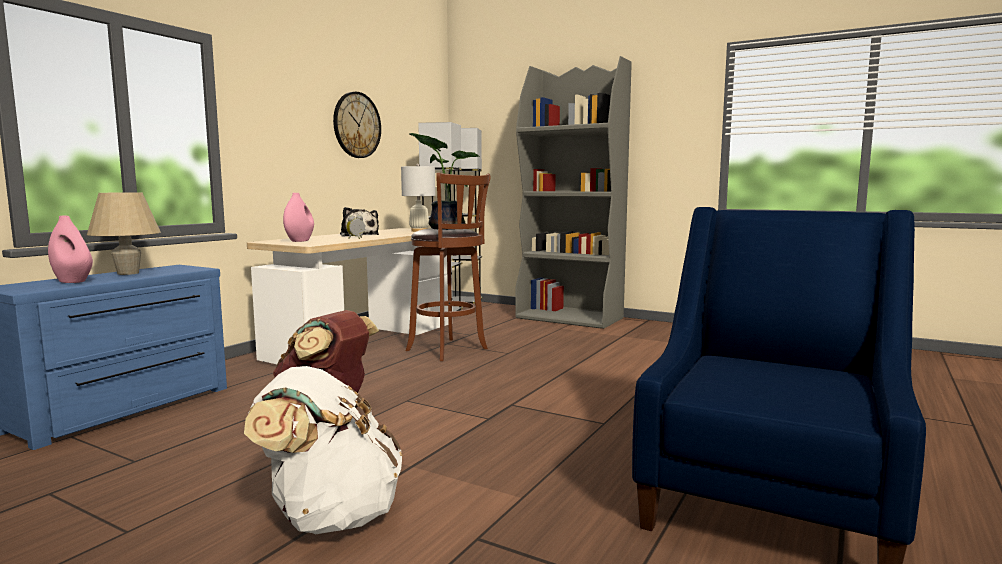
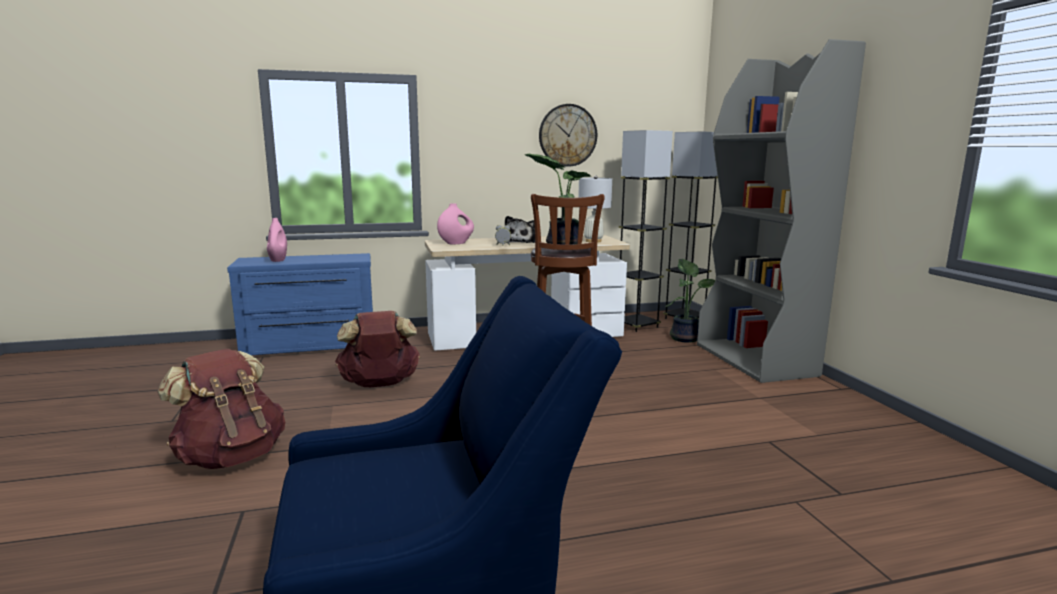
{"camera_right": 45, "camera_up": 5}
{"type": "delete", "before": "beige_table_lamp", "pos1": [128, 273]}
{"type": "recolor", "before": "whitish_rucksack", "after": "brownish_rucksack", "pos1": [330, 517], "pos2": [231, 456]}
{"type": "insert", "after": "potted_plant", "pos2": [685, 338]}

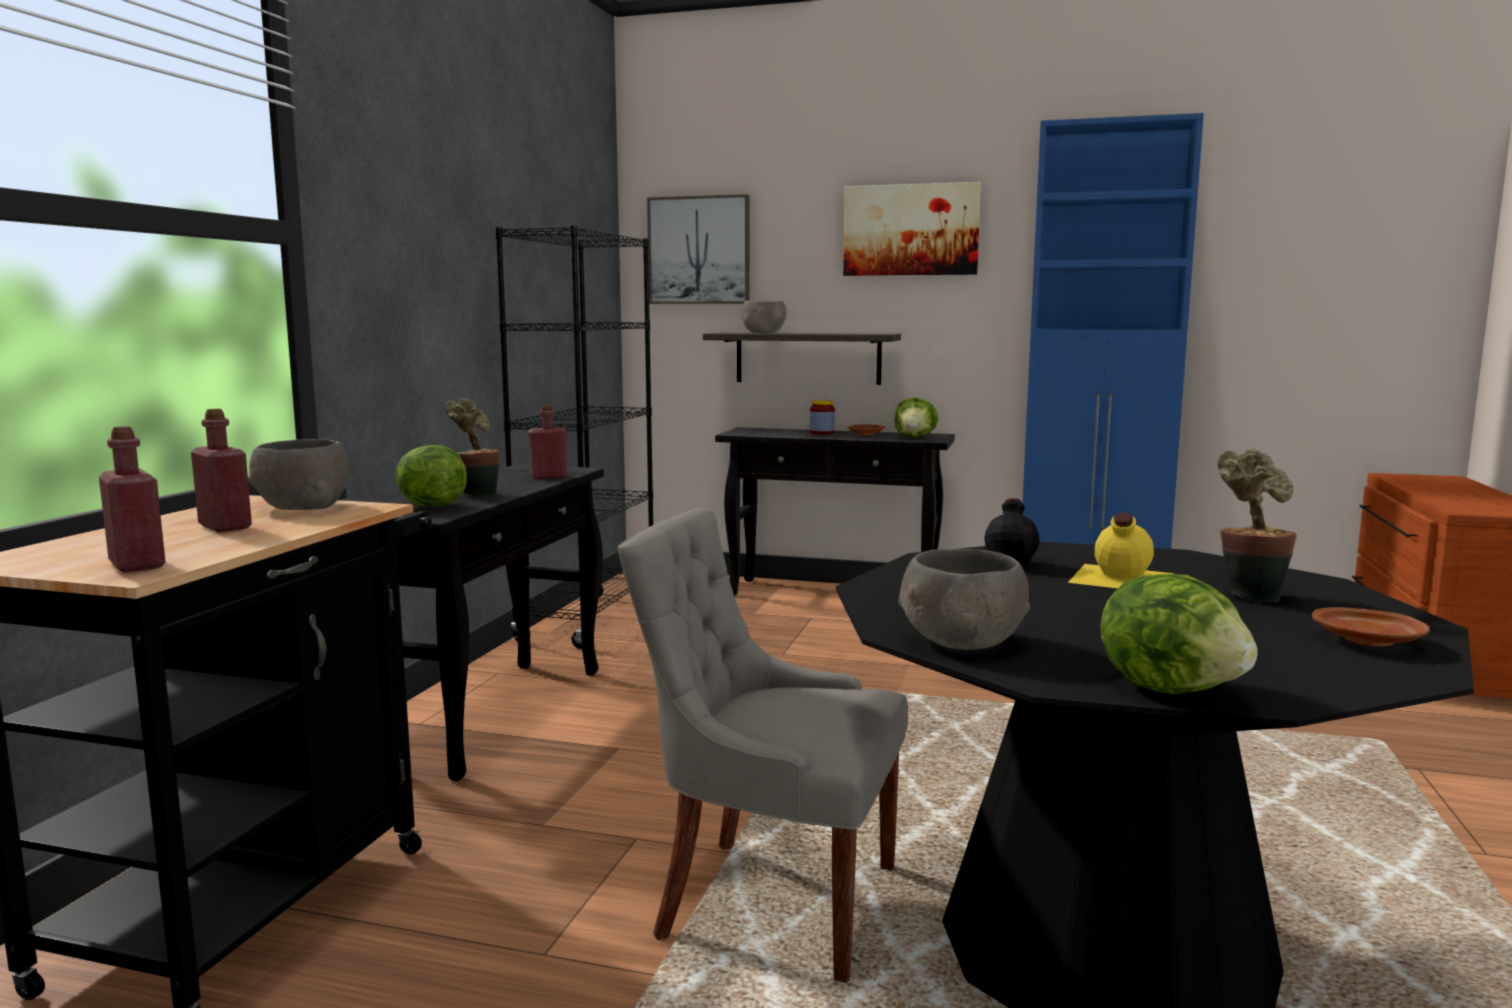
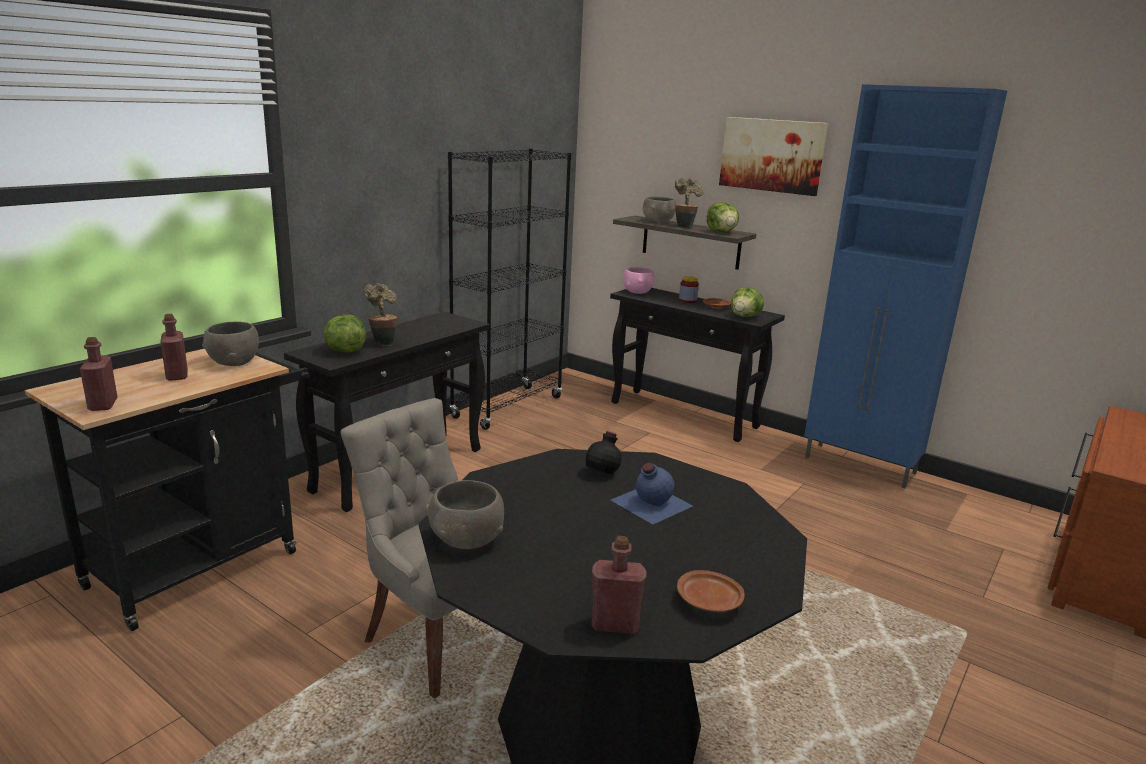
{"camera_right": 20, "camera_up": 10}
{"type": "delete", "before": "wall_art", "pos1": [699, 250]}
{"type": "move", "before": "red-coloured_beverage_bottle", "pos1": [549, 476], "pos2": [615, 624]}
{"type": "move", "before": "potted_plant", "pos1": [1249, 595], "pos2": [684, 227]}
{"type": "recolor", "before": "yellow-coloured_beverage_bottle", "after": "bluish_beverage_bottle", "pos1": [1119, 578], "pos2": [650, 502]}
{"type": "move", "before": "lettuce", "pos1": [1172, 688], "pos2": [721, 232]}
{"type": "insert", "after": "pink-coloured_deep_dish", "pos2": [638, 292]}

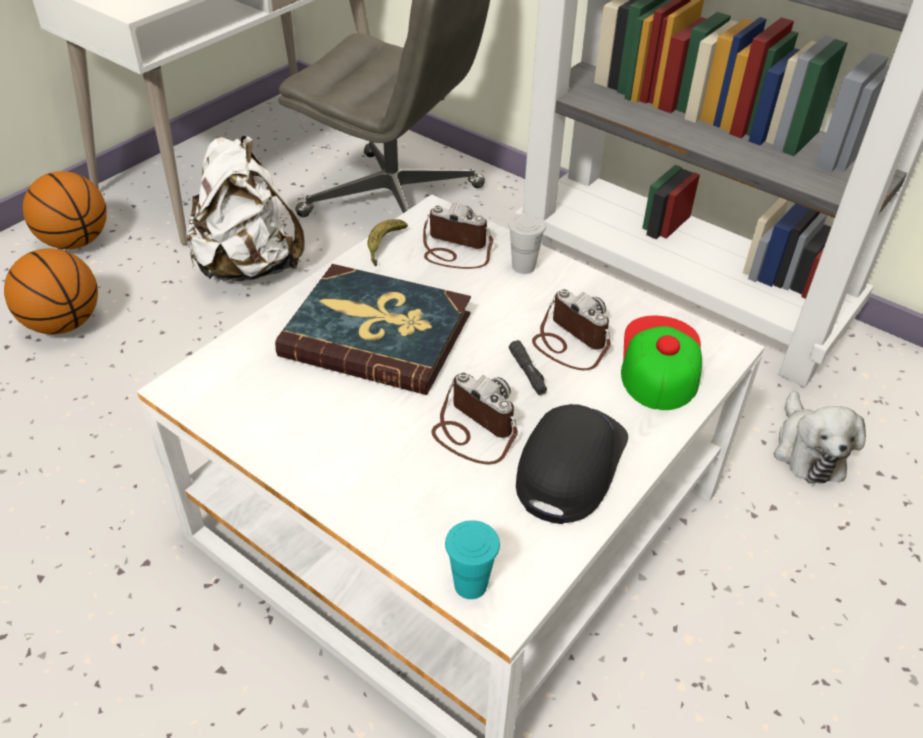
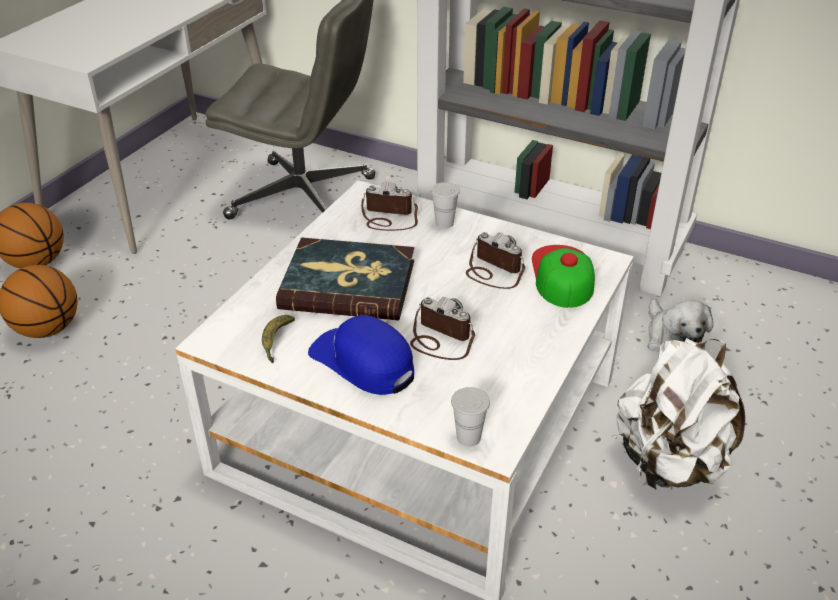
{"camera_right": -10, "camera_up": -5}
{"type": "move", "before": "whitish_rucksack", "pos1": [248, 266], "pos2": [669, 462]}
{"type": "move", "before": "banana", "pos1": [384, 246], "pos2": [276, 342]}
{"type": "delete", "before": "blackish_hand_torch", "pos1": [528, 372]}
{"type": "delete", "before": "blackish_baseball_cap", "pos1": [570, 464]}
{"type": "recolor", "before": "blue-green_drinking_cup", "after": "whitish_drinking_cup", "pos1": [470, 585], "pos2": [468, 437]}
{"type": "insert", "after": "bluish_baseball_cap", "pos2": [363, 362]}

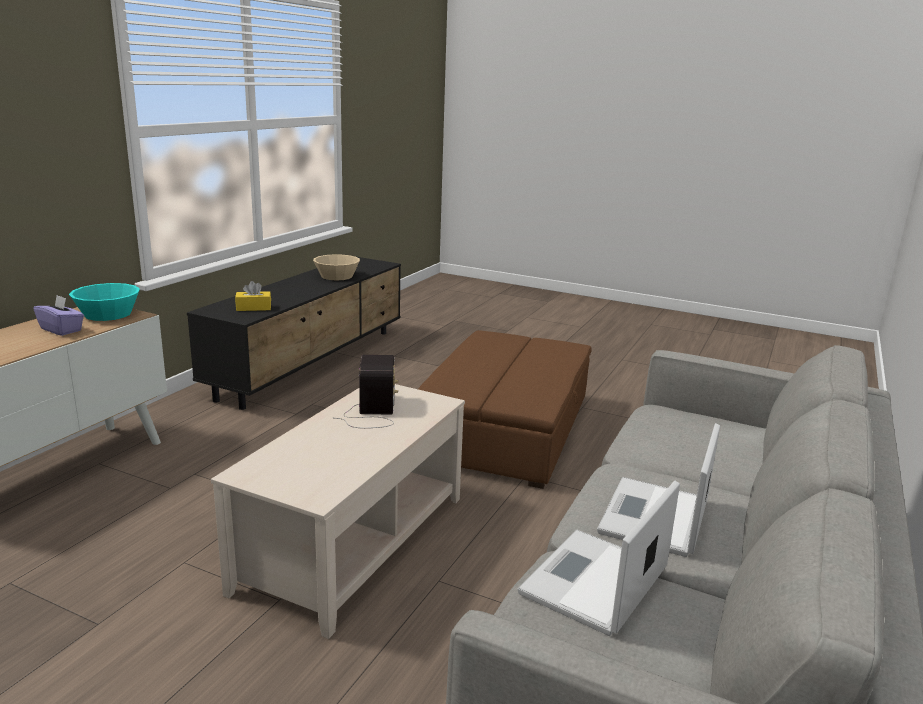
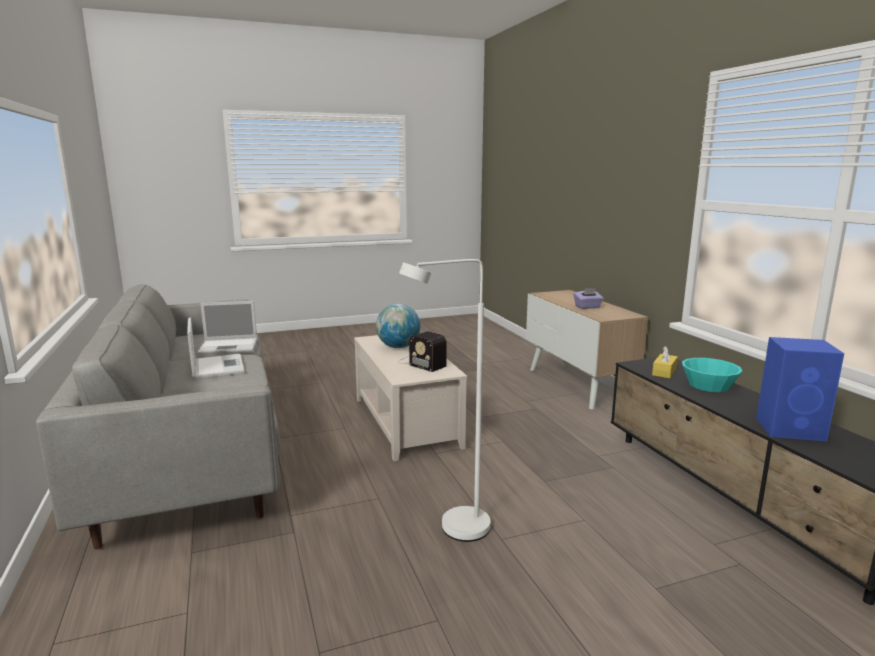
{"camera_right": 135, "camera_up": -5}
{"type": "replace", "before": "beige_deep_dish", "after": "bluish_speaker", "pos1": [336, 276], "pos2": [791, 429]}
{"type": "move", "before": "blue-green_deep_dish", "pos1": [108, 314], "pos2": [708, 385]}
{"type": "replace", "before": "brownish_footrest", "after": "whitish_standard_lamp", "pos1": [506, 430], "pos2": [453, 531]}
{"type": "rotate", "before": "portable_computer", "pos1": [593, 583], "pos2": [229, 346], "turn": 90}
{"type": "insert", "after": "world_globe", "pos2": [398, 347]}

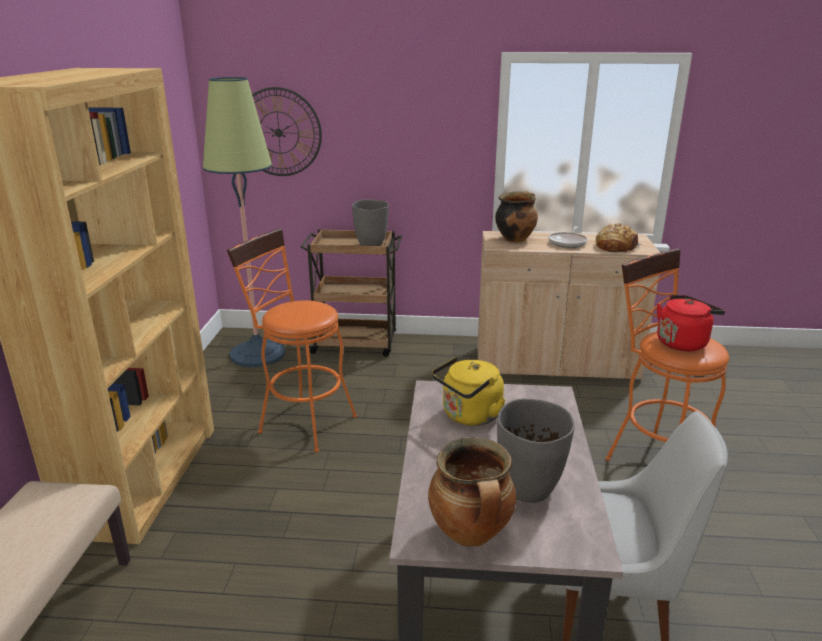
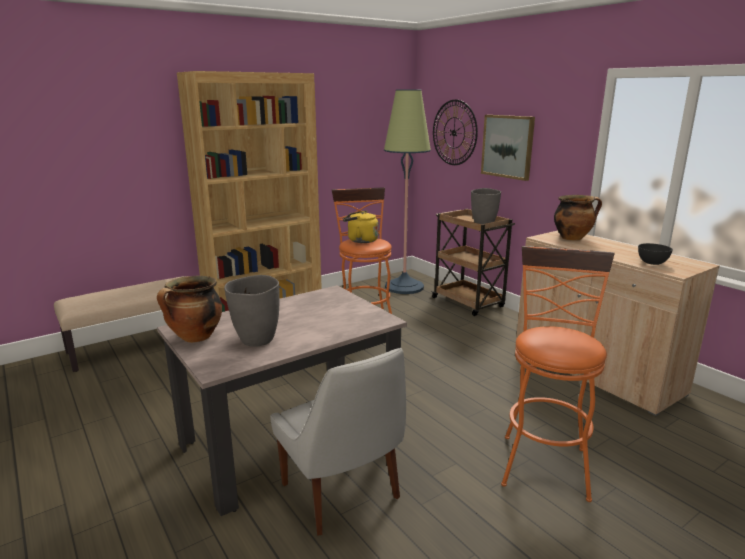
{"camera_right": 50, "camera_up": -5}
{"type": "replace", "before": "bakery_bread", "after": "gray_deep_dish", "pos1": [615, 246], "pos2": [652, 263]}
{"type": "delete", "before": "skillet", "pos1": [568, 242]}
{"type": "delete", "before": "red-coloured_tea_kettle", "pos1": [683, 342]}
{"type": "move", "before": "yellow-coloured_tea_kettle", "pos1": [469, 416], "pos2": [360, 240]}
{"type": "insert", "after": "wall_art", "pos2": [507, 146]}

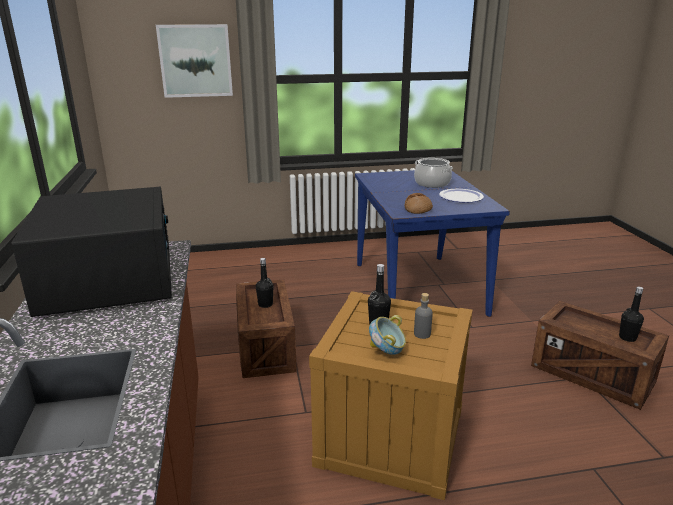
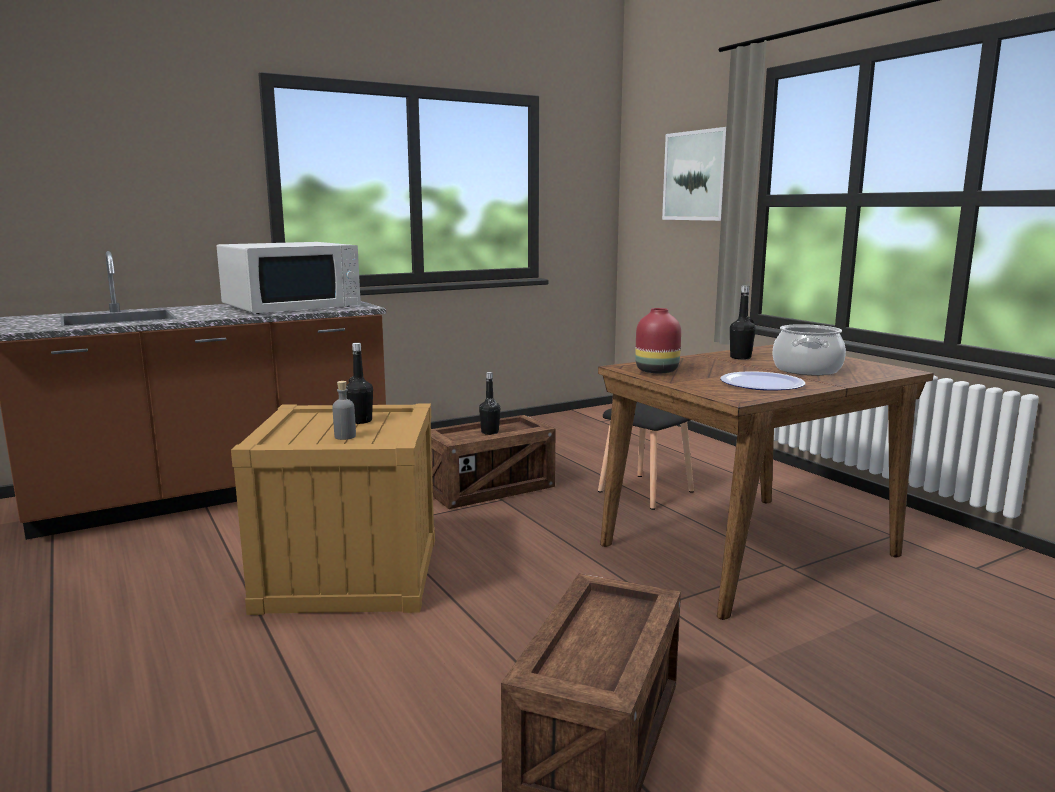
{"camera_right": 70, "camera_up": -10}
{"type": "recolor", "before": "bluish_dining_table", "after": "brownish_dining_table", "pos1": [417, 287], "pos2": [750, 549]}
{"type": "recolor", "before": "blackish_kitchen_microwave", "after": "whitish_kitchen_microwave", "pos1": [110, 279], "pos2": [292, 306]}
{"type": "replace", "before": "bakery_bread", "after": "red-coloured_flower_vase", "pos1": [418, 209], "pos2": [656, 371]}
{"type": "move", "before": "blackish_beverage_bottle", "pos1": [627, 337], "pos2": [740, 357]}
{"type": "delete", "before": "deep_dish", "pos1": [387, 352]}
{"type": "insert", "after": "blackish_stool_seat", "pos2": [646, 491]}

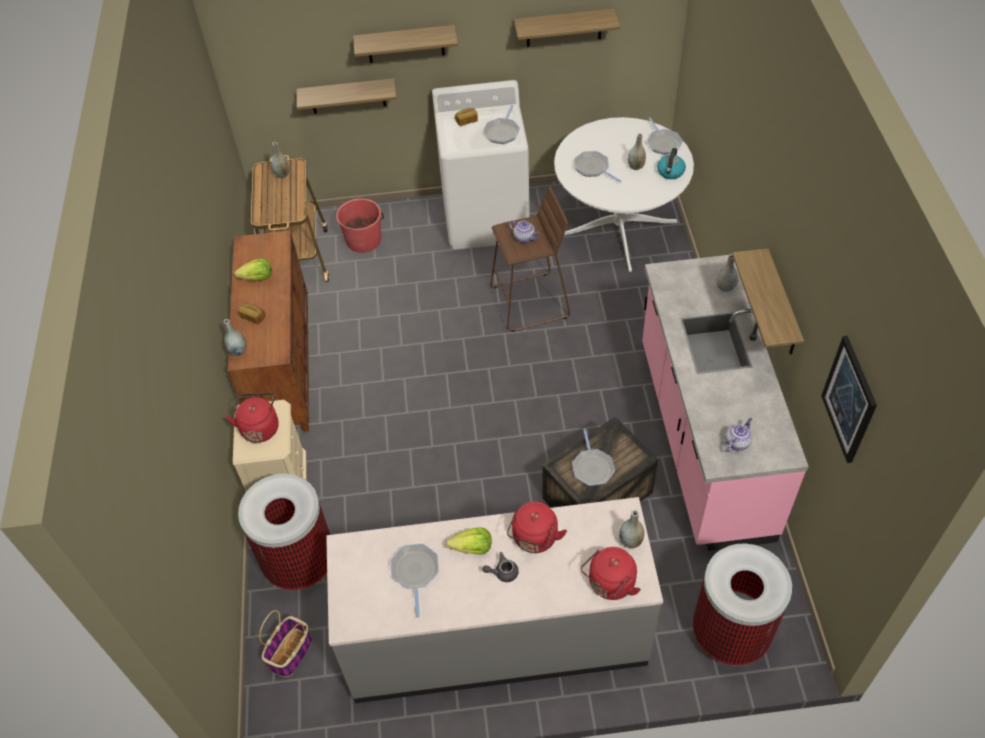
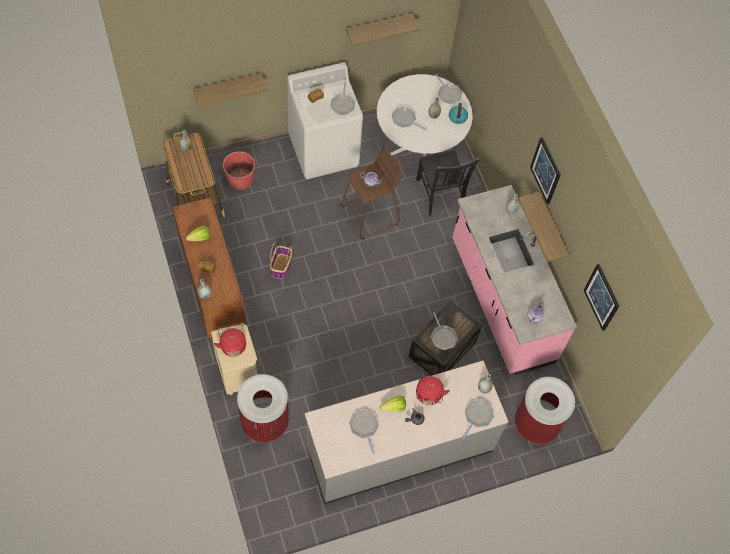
{"camera_right": -20, "camera_up": 10}
{"type": "delete", "before": "shelf", "pos1": [405, 44]}
{"type": "replace", "before": "red-coloured_tea_kettle", "after": "skillet", "pos1": [610, 585], "pos2": [477, 416]}
{"type": "move", "before": "storage_basket", "pos1": [290, 654], "pos2": [281, 267]}
{"type": "insert", "after": "wall_art", "pos2": [546, 170]}
{"type": "insert", "after": "blackish_chair", "pos2": [440, 195]}

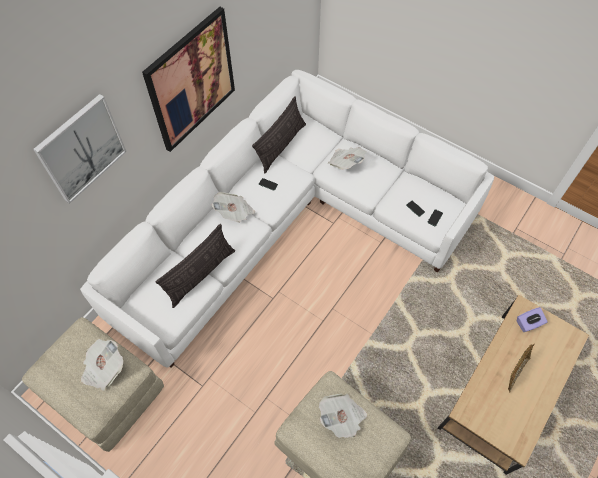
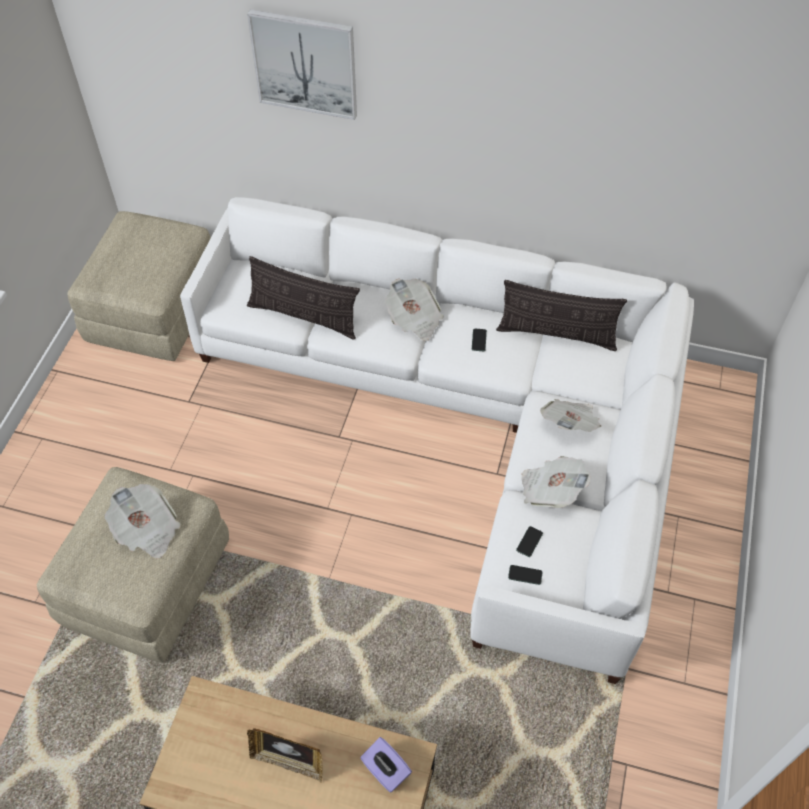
{"camera_right": 70, "camera_up": -5}
{"type": "delete", "before": "wall_art", "pos1": [191, 81]}
{"type": "move", "before": "daily_paper", "pos1": [104, 369], "pos2": [550, 490]}

